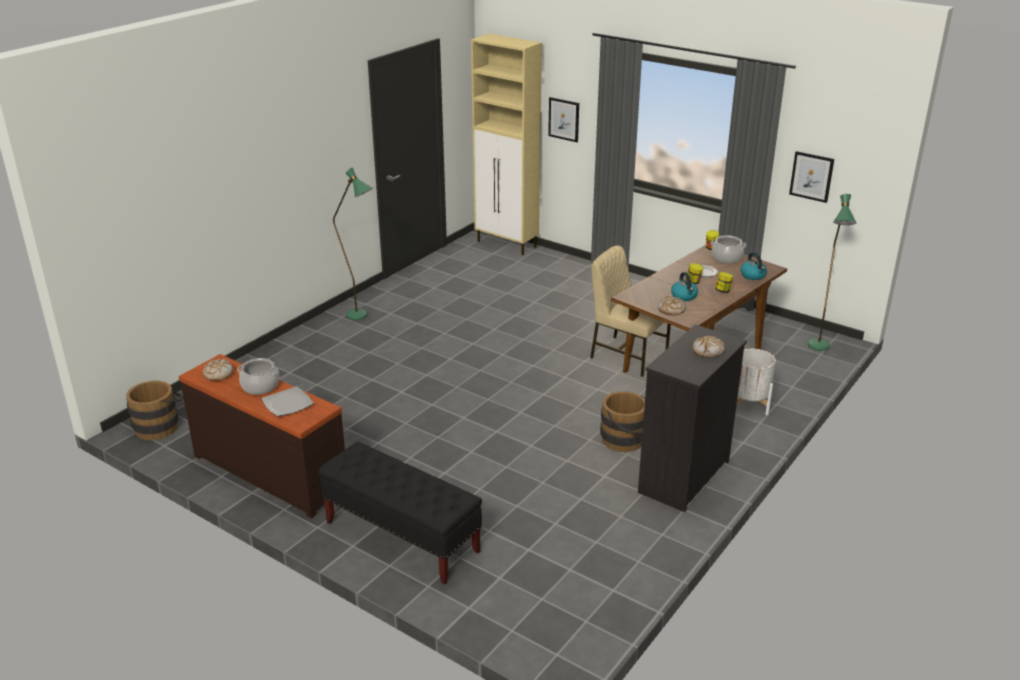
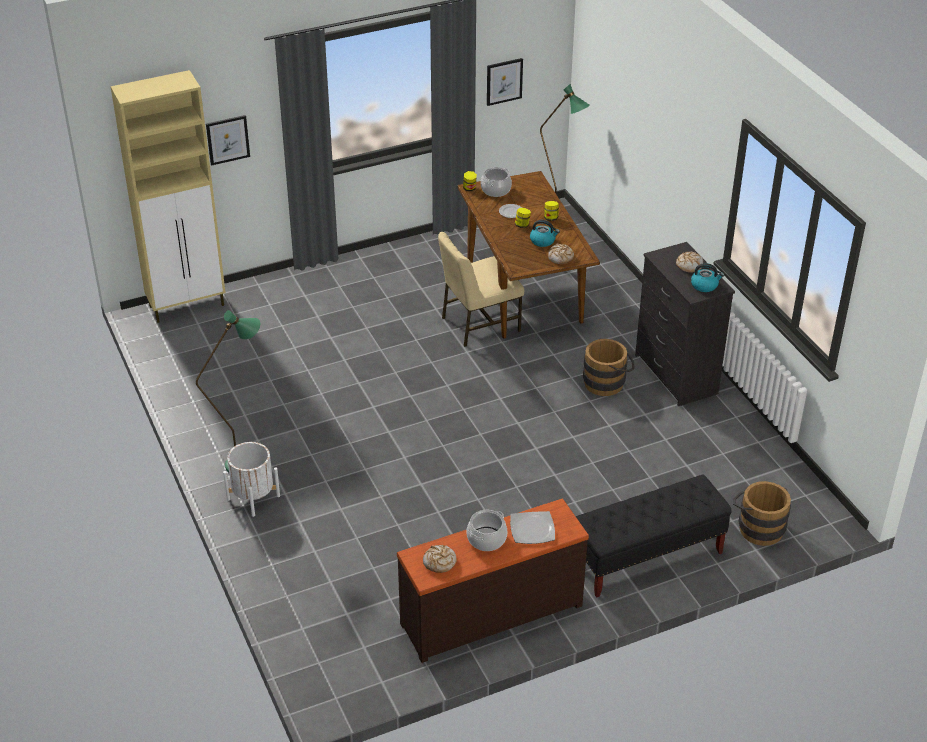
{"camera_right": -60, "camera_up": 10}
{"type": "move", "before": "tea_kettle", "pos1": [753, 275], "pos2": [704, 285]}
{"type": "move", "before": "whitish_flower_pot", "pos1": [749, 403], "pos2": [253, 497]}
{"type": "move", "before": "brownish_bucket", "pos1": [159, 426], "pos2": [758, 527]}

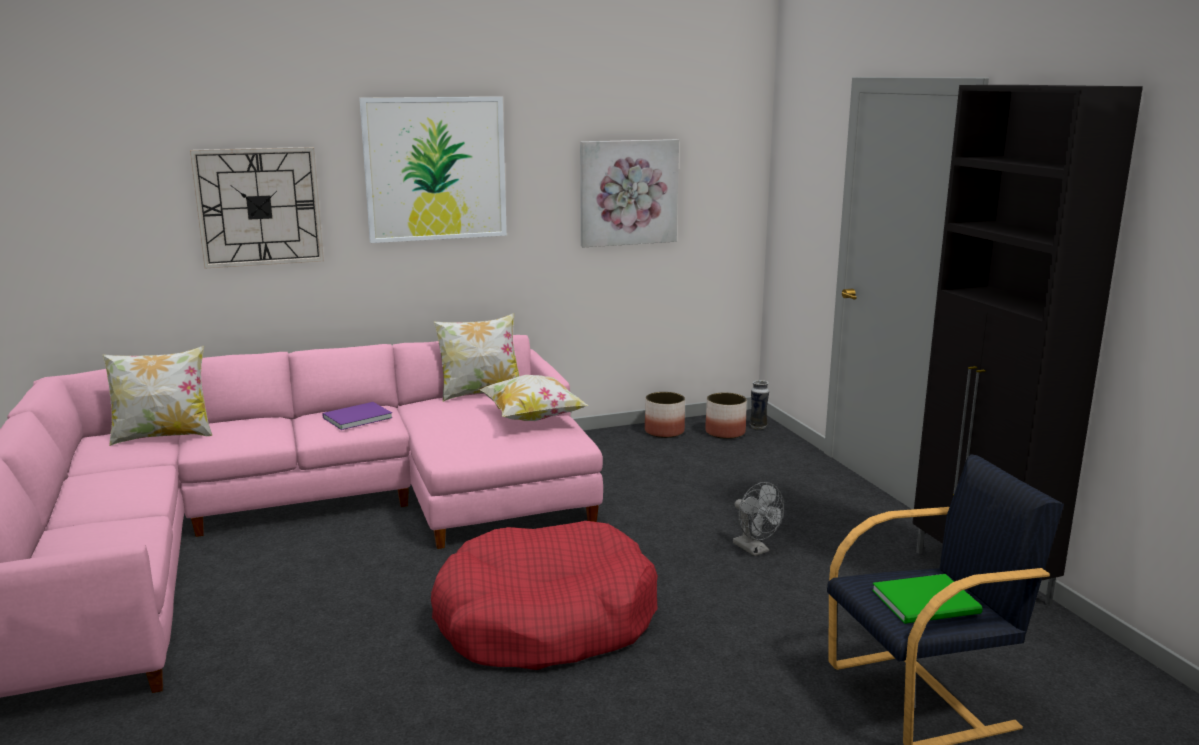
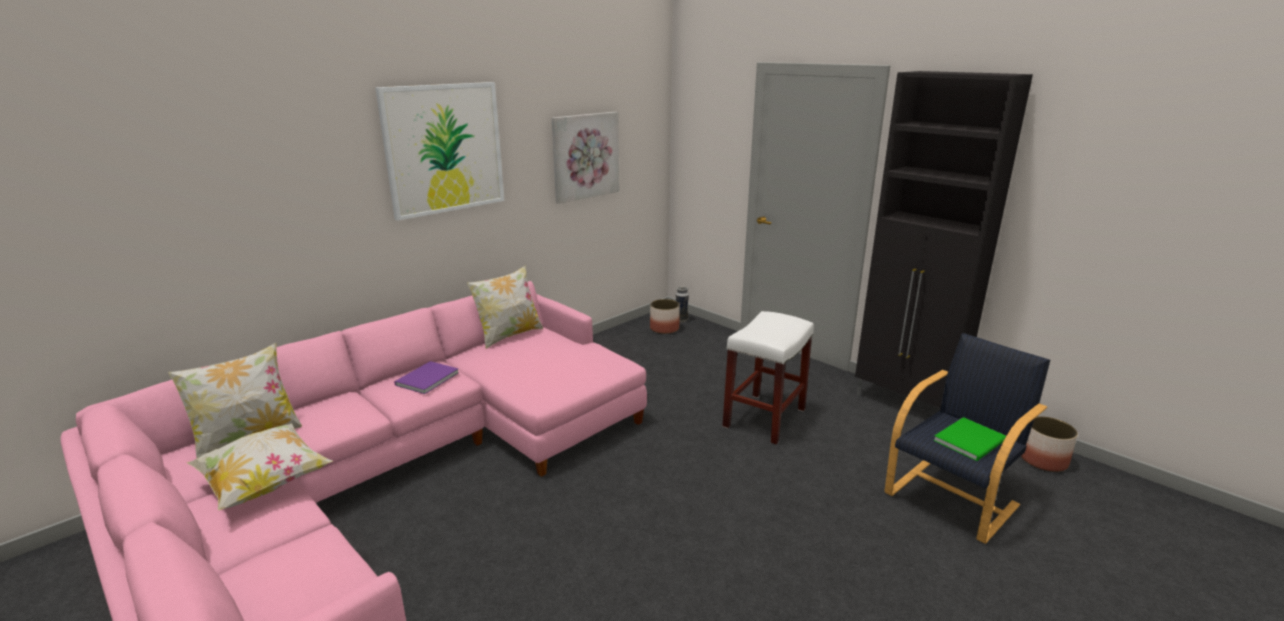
{"camera_right": -25, "camera_up": 5}
{"type": "delete", "before": "wall_clock", "pos1": [259, 207]}
{"type": "move", "before": "throw_pillow", "pos1": [532, 418], "pos2": [265, 484]}
{"type": "move", "before": "flower_pot", "pos1": [665, 431], "pos2": [1043, 460]}
{"type": "replace", "before": "gray_fan", "after": "whitish_stool_seat", "pos1": [755, 550], "pos2": [764, 417]}
{"type": "delete", "before": "red-coloured_dog_bed", "pos1": [545, 620]}

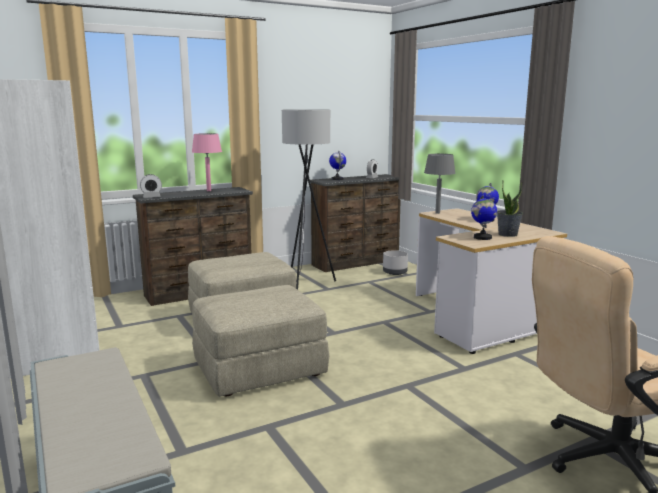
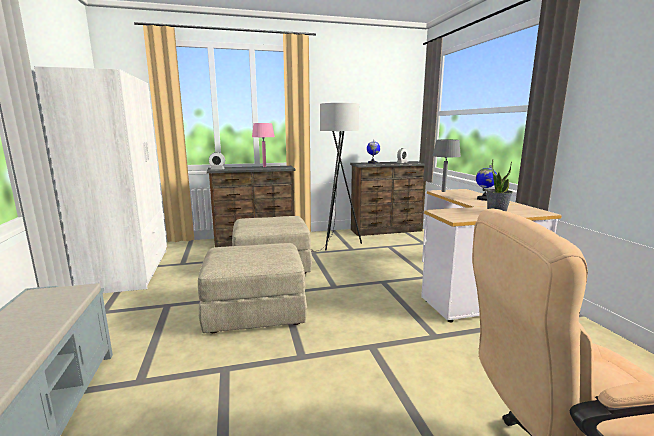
{"camera_right": 15, "camera_up": 0}
{"type": "delete", "before": "world_globe", "pos1": [482, 237]}
{"type": "delete", "before": "gray_flower_pot", "pos1": [395, 272]}

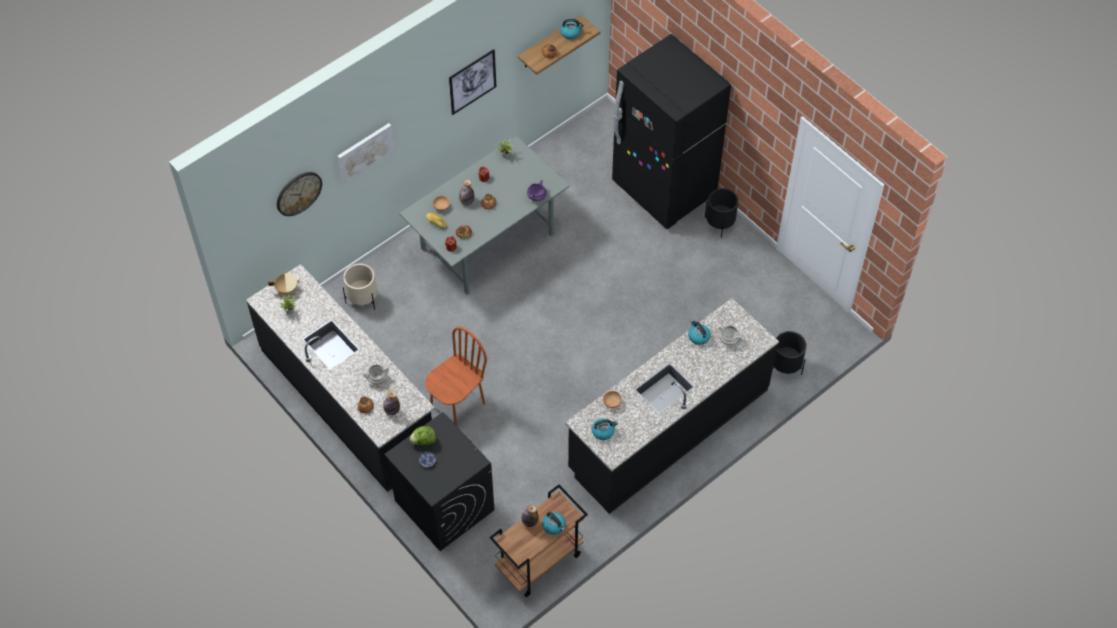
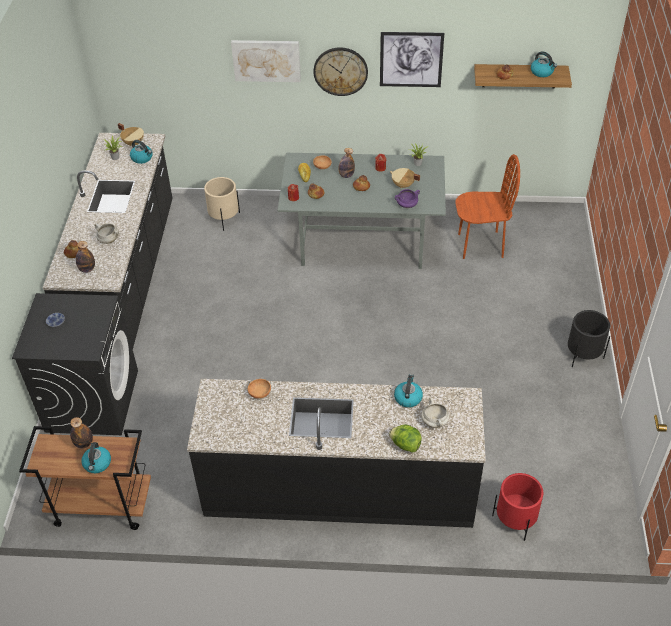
{"camera_right": 45, "camera_up": -10}
{"type": "delete", "before": "blackish_kitchen_fridge", "pos1": [664, 189]}
{"type": "move", "before": "wall_clock", "pos1": [298, 193], "pos2": [340, 71]}
{"type": "move", "before": "brownish_chair", "pos1": [457, 404], "pos2": [480, 245]}
{"type": "recolor", "before": "blackish_flower_pot", "after": "red-coloured_flower_pot", "pos1": [785, 366], "pos2": [515, 520]}
{"type": "move", "before": "tea_kettle", "pos1": [603, 431], "pos2": [142, 158]}
{"type": "move", "before": "lettuce", "pos1": [423, 440], "pos2": [405, 445]}
{"type": "insert", "after": "beige_stockpot", "pos2": [403, 185]}

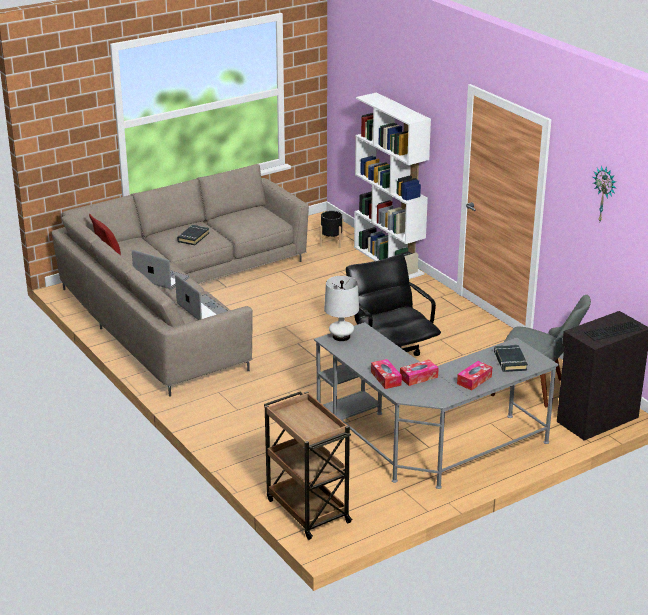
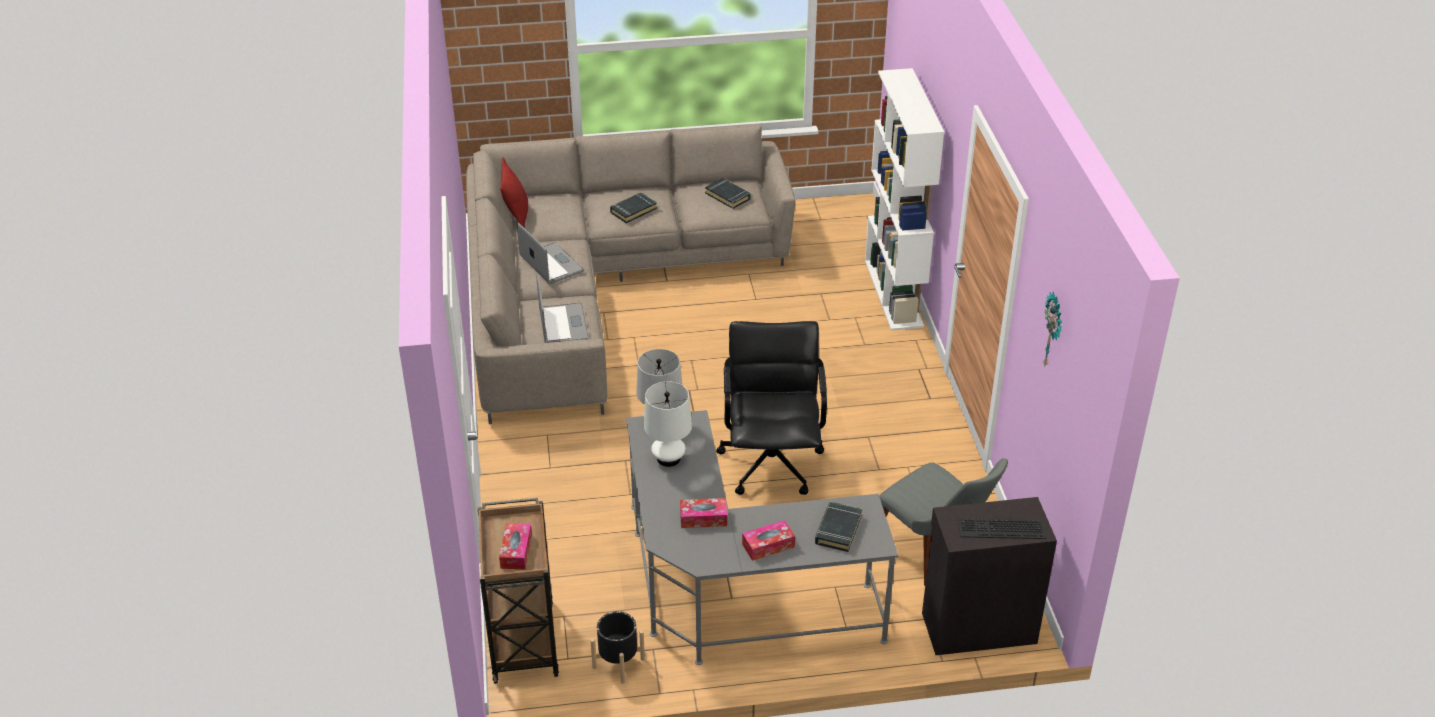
{"camera_right": 25, "camera_up": 10}
{"type": "move", "before": "blackish_flower_pot", "pos1": [331, 242], "pos2": [618, 663]}
{"type": "move", "before": "box_of_tissues", "pos1": [386, 378], "pos2": [516, 551]}
{"type": "insert", "after": "blackish_book", "pos2": [728, 196]}
{"type": "insert", "after": "whitish_table_lamp", "pos2": [668, 458]}

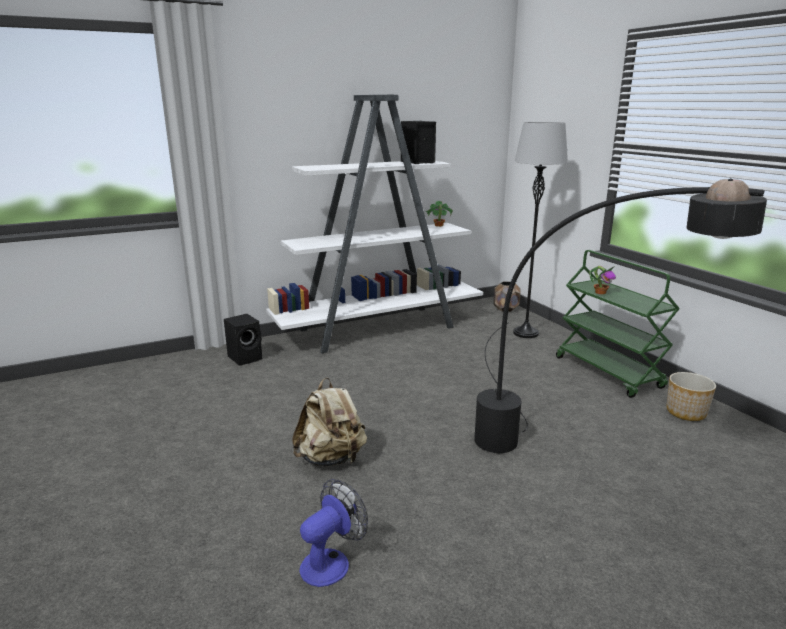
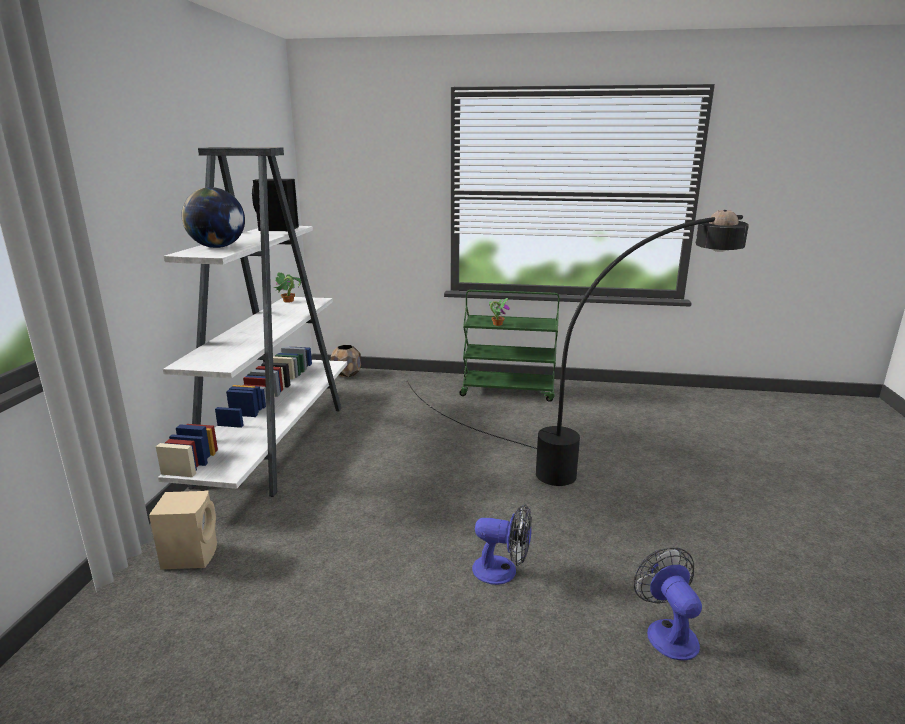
{"camera_right": -55, "camera_up": 0}
{"type": "delete", "before": "gray_standard_lamp", "pos1": [525, 333]}
{"type": "recolor", "before": "blackish_speaker", "after": "beige_speaker", "pos1": [246, 357], "pos2": [191, 555]}
{"type": "delete", "before": "flower_pot", "pos1": [686, 413]}
{"type": "replace", "before": "beige_rucksack", "after": "fan", "pos1": [331, 459], "pos2": [502, 571]}
{"type": "insert", "after": "world_globe", "pos2": [218, 247]}

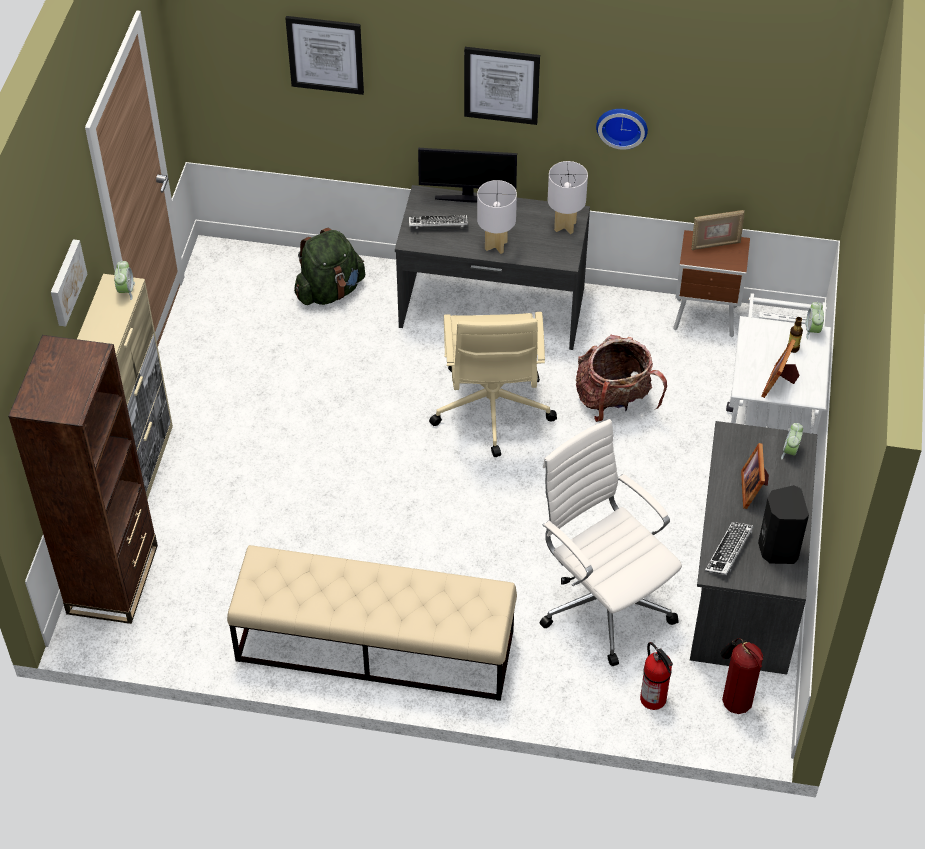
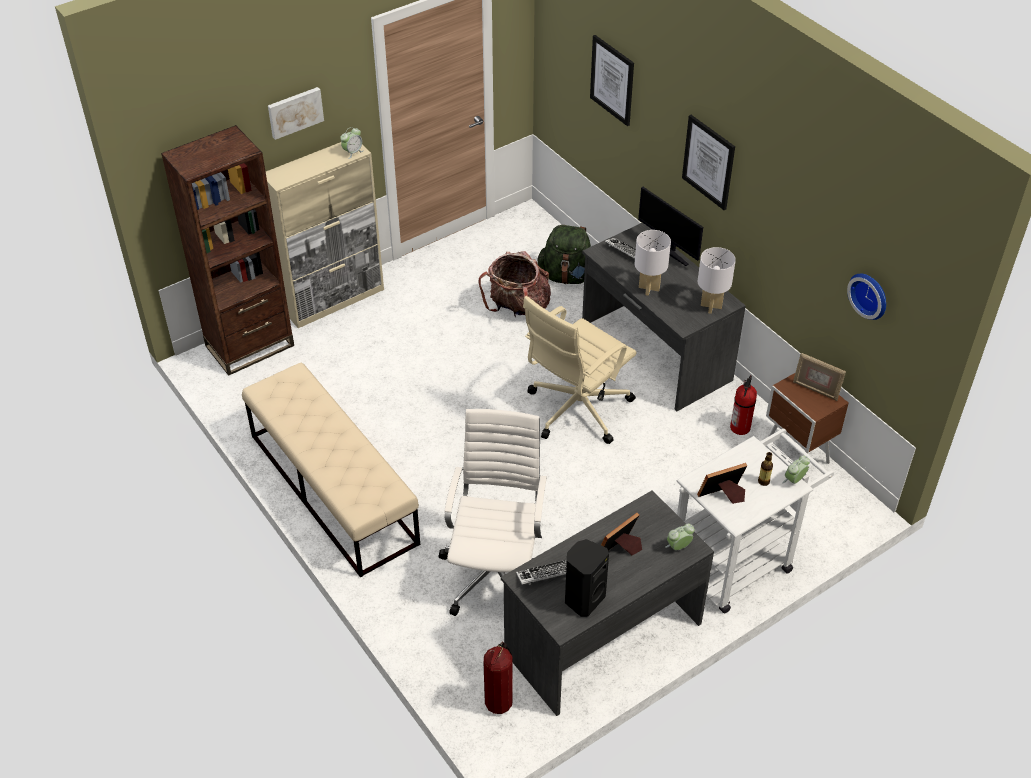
{"camera_right": 45, "camera_up": -5}
{"type": "move", "before": "wall_clock", "pos1": [622, 125], "pos2": [870, 294]}
{"type": "move", "before": "rucksack", "pos1": [614, 401], "pos2": [518, 309]}
{"type": "move", "before": "extinguisher", "pos1": [654, 699], "pos2": [740, 428]}

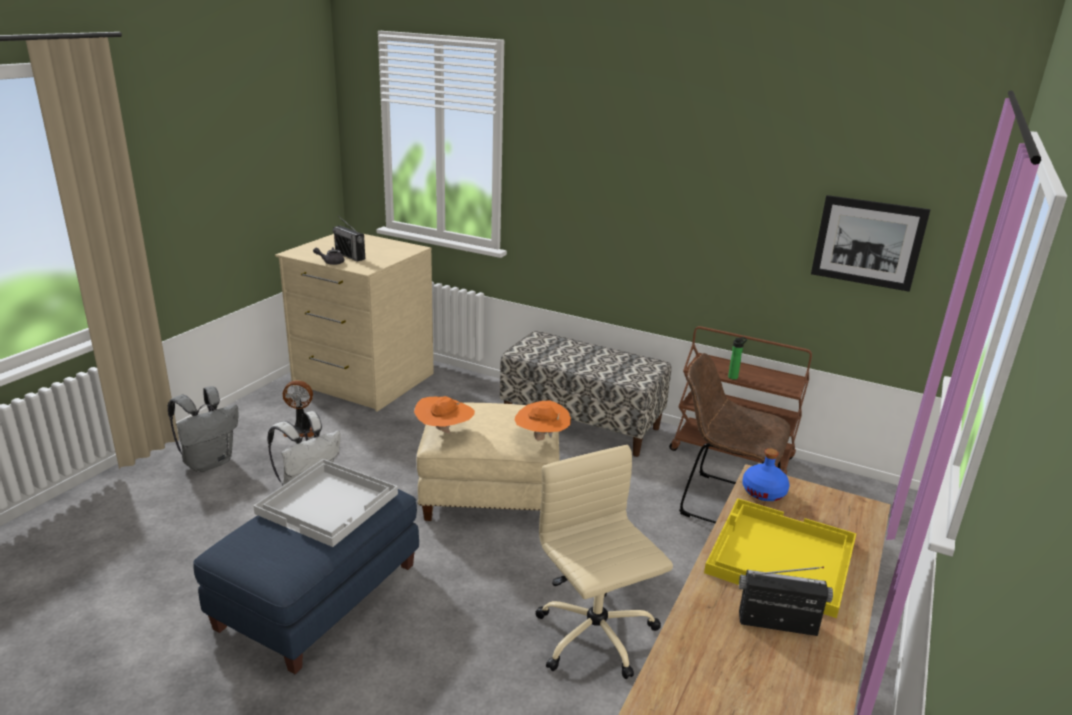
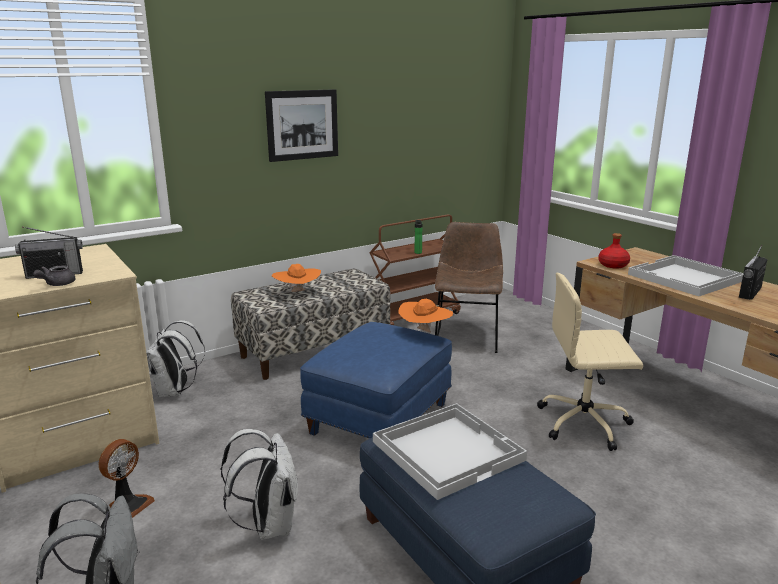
{"camera_right": -60, "camera_up": -5}
{"type": "move", "before": "wall_art", "pos1": [868, 242], "pos2": [302, 125]}
{"type": "rotate", "before": "brownish_chair", "pos1": [723, 503], "pos2": [466, 337], "turn": 135}
{"type": "move", "before": "orange_clothing_hat", "pos1": [444, 432], "pos2": [297, 293]}
{"type": "recolor", "before": "beige_footrest", "after": "bluish_footrest", "pos1": [491, 495], "pos2": [379, 417]}
{"type": "recolor", "before": "bluish_beverage_bottle", "after": "red-coloured_beverage_bottle", "pos1": [764, 492], "pos2": [612, 265]}
{"type": "recolor", "before": "yellow-coloured_tray", "after": "whitish_tray", "pos1": [779, 558], "pos2": [685, 278]}
{"type": "insert", "after": "whitish_rucksack", "pos2": [175, 392]}

